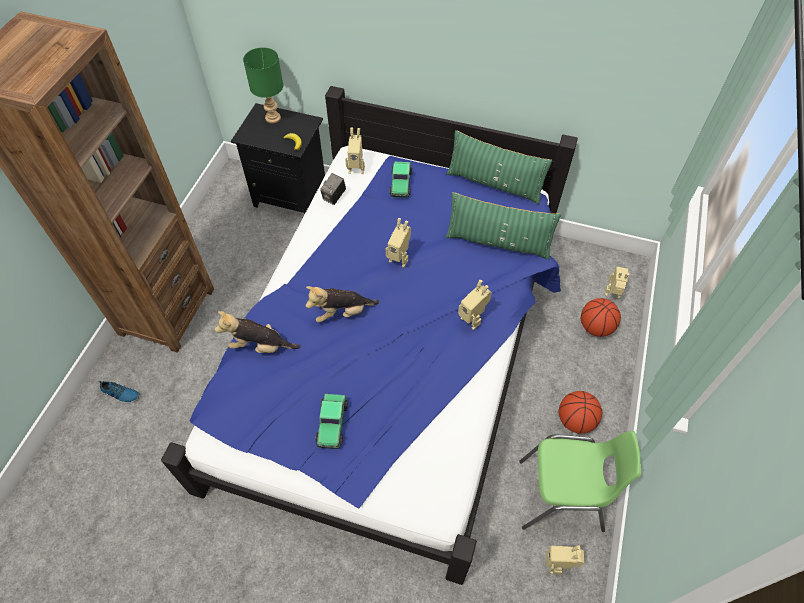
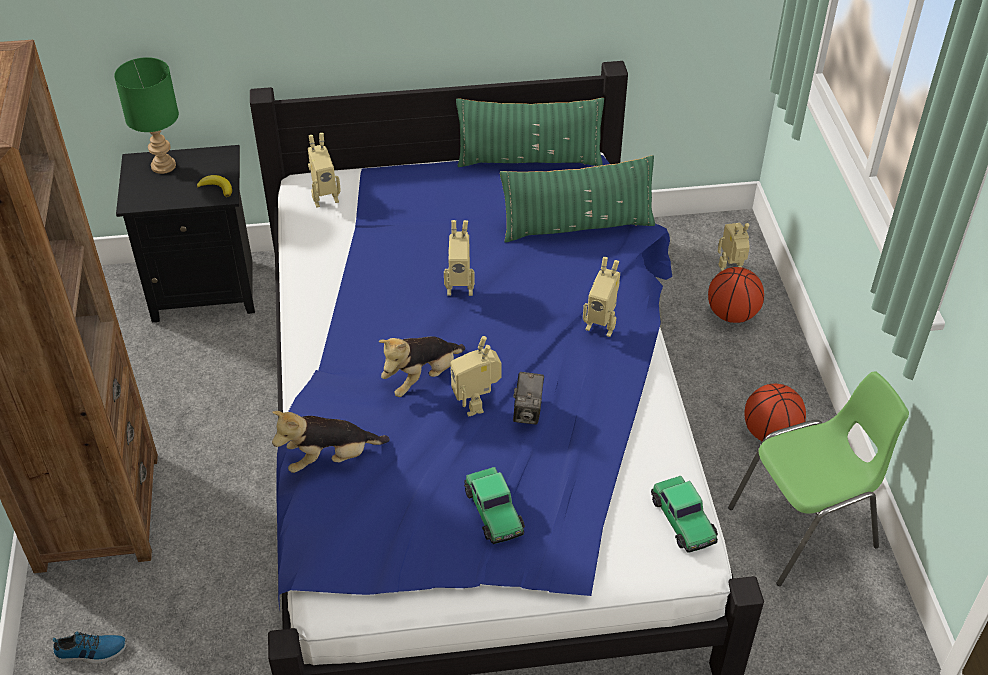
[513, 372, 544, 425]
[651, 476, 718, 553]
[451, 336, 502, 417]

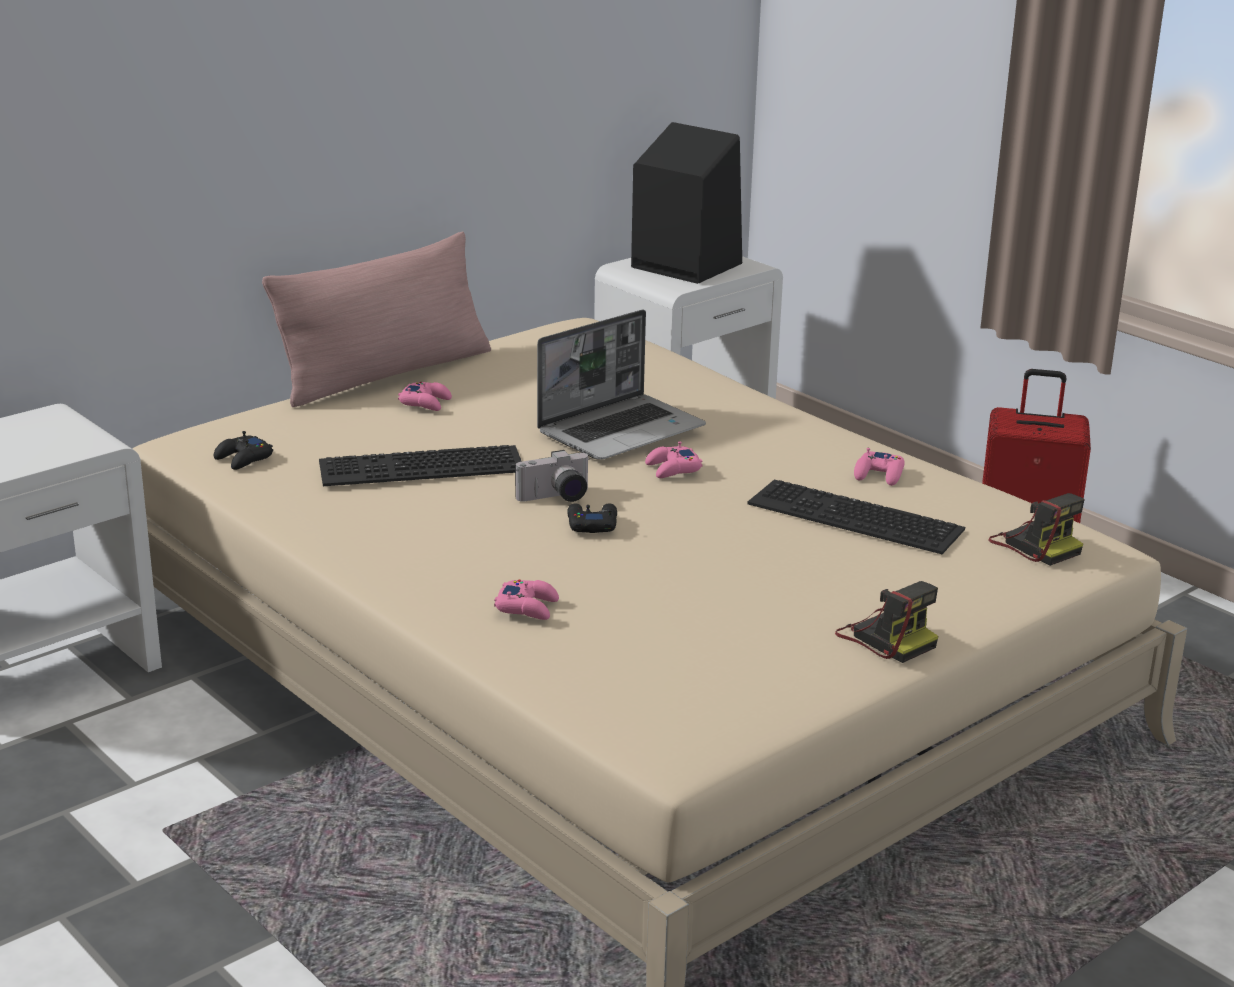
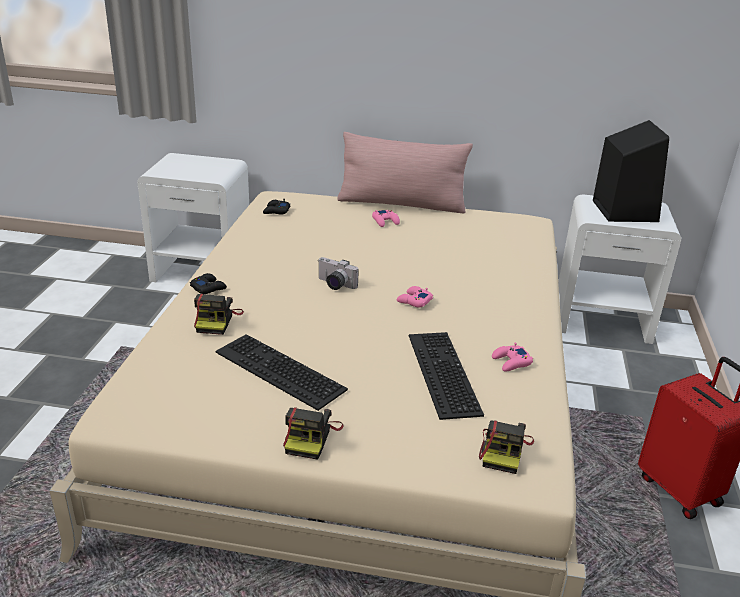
[537, 310, 706, 459] (first image)
[216, 334, 348, 411]
[190, 273, 227, 294]
[194, 294, 244, 335]

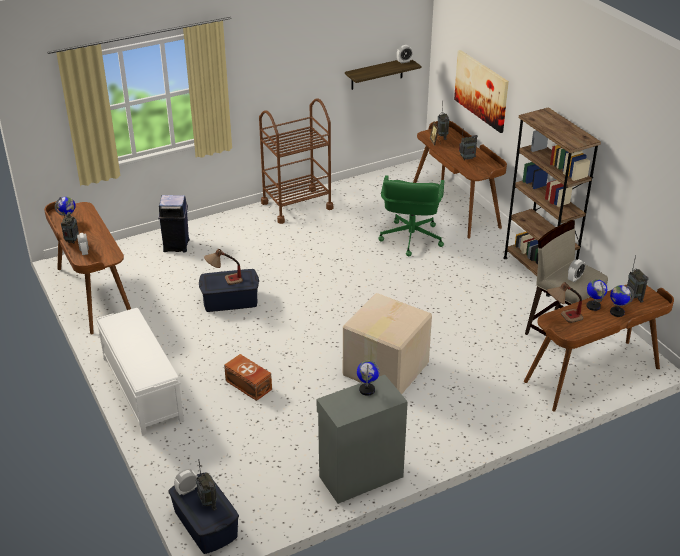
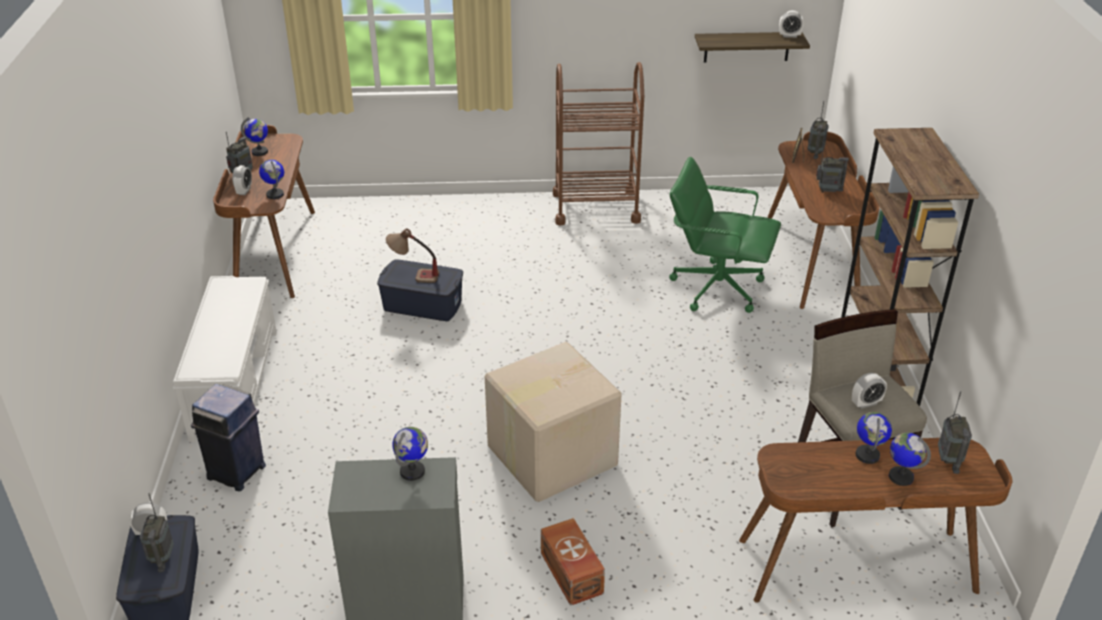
[454, 50, 509, 133] (first image)
[547, 282, 584, 323] (first image)
[259, 159, 284, 199]
[191, 384, 266, 491]
[541, 518, 605, 606]
[669, 157, 781, 313]

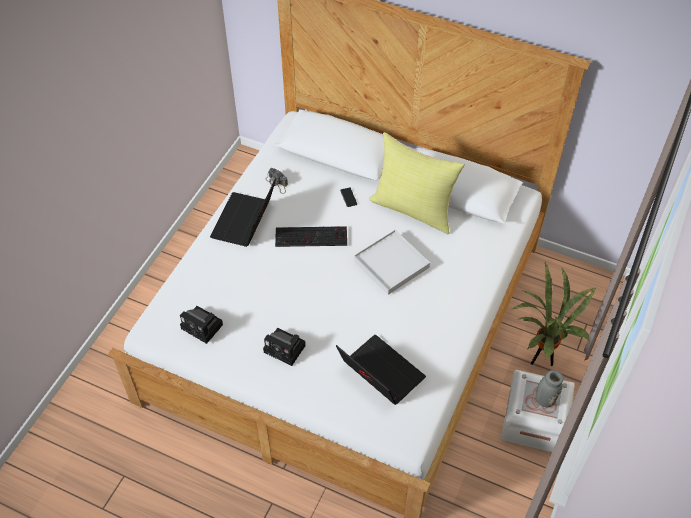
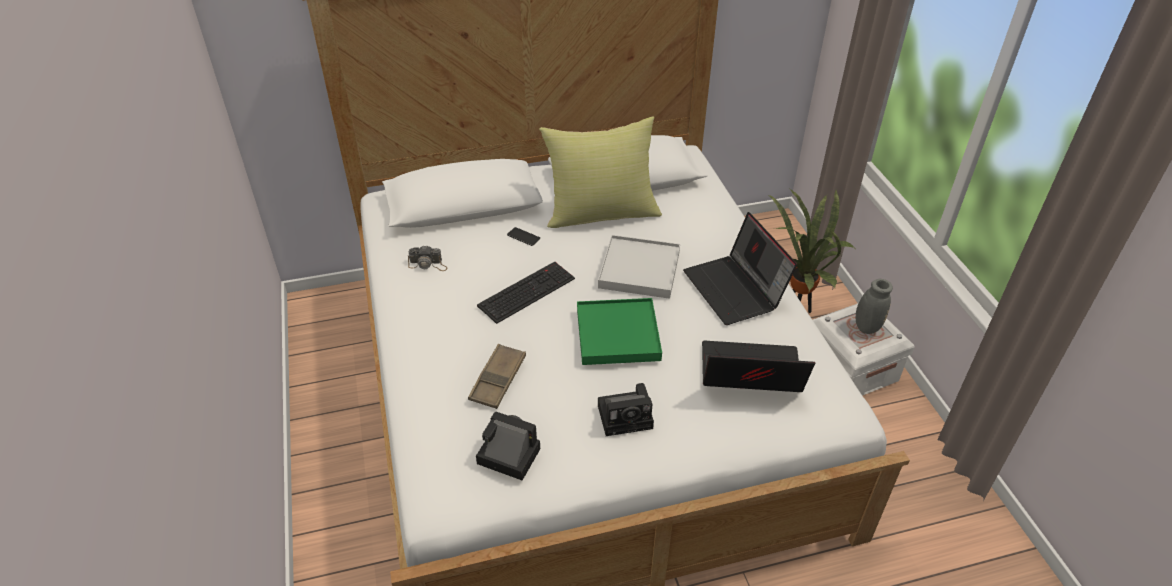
[468, 344, 526, 409]
[577, 298, 662, 365]
[683, 212, 797, 325]
[476, 411, 540, 480]

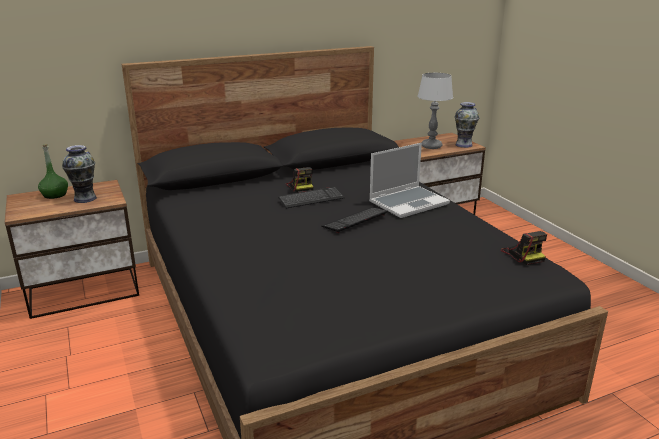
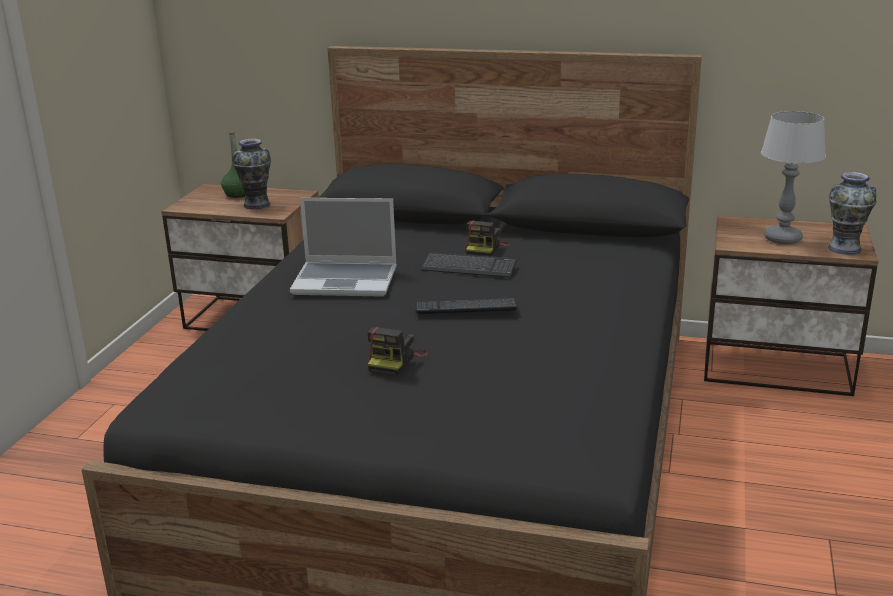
[290, 198, 397, 297]
[367, 327, 428, 376]

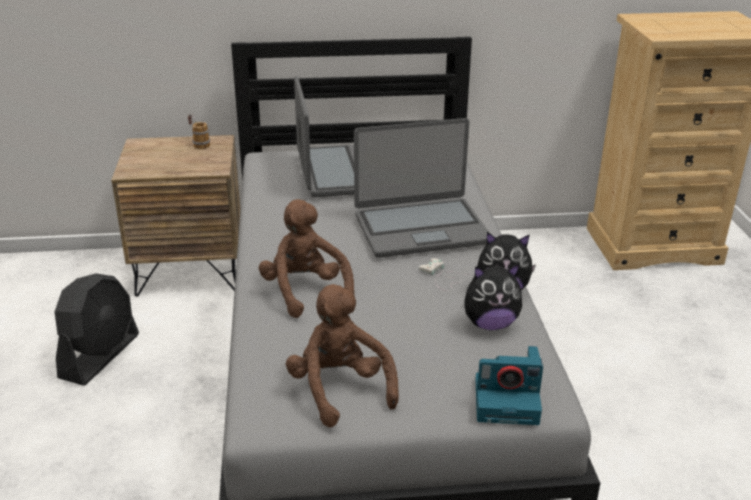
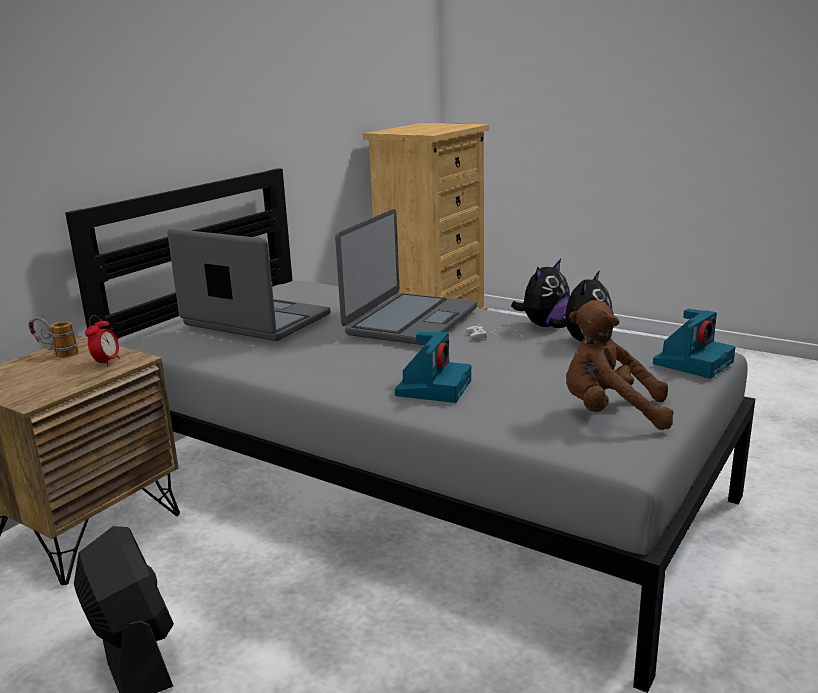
[85, 315, 120, 367]
[395, 332, 471, 403]

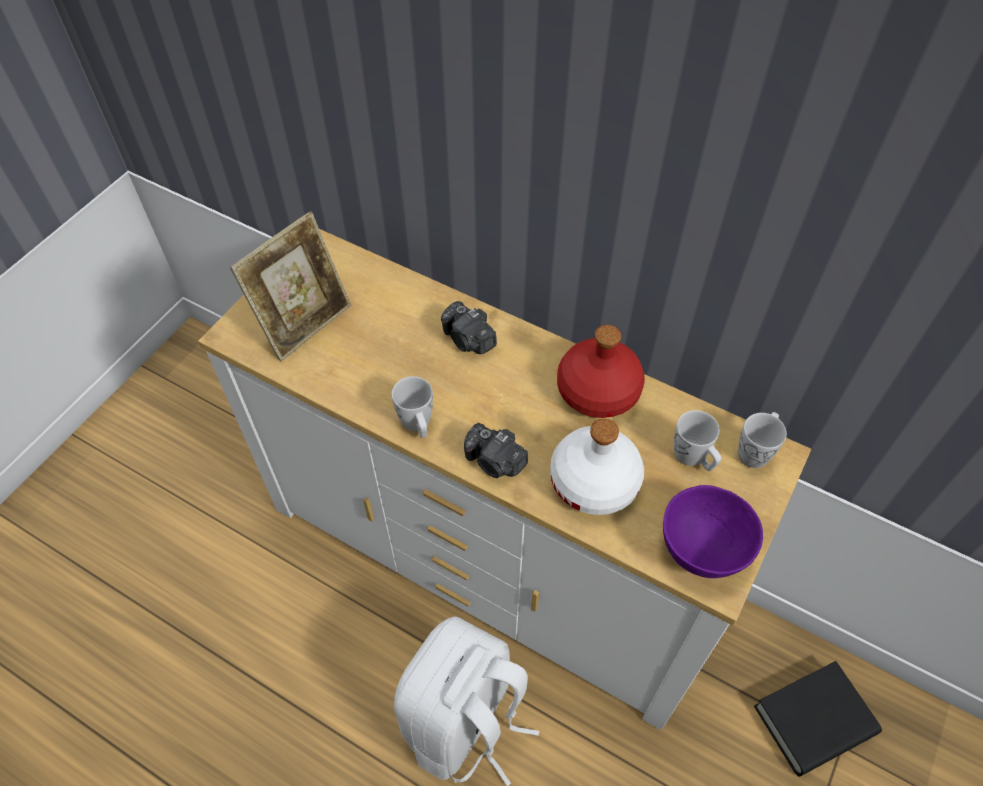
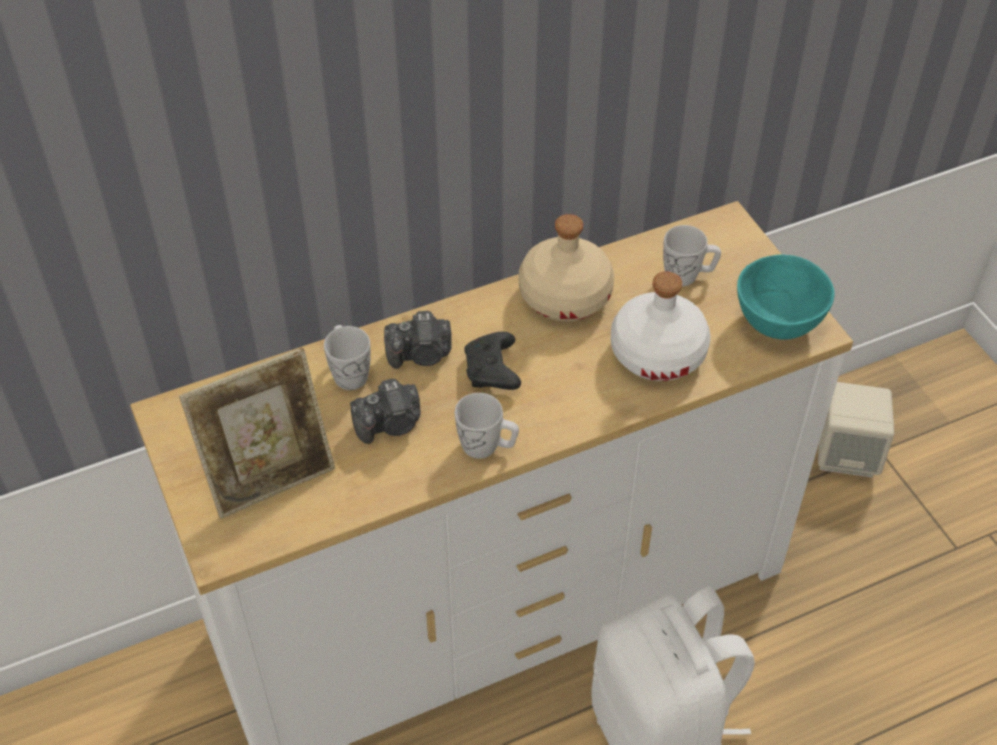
[464, 332, 521, 390]
[350, 379, 421, 444]
[324, 325, 371, 390]
[818, 382, 894, 477]
[518, 214, 614, 321]
[737, 255, 835, 340]
[179, 347, 335, 519]

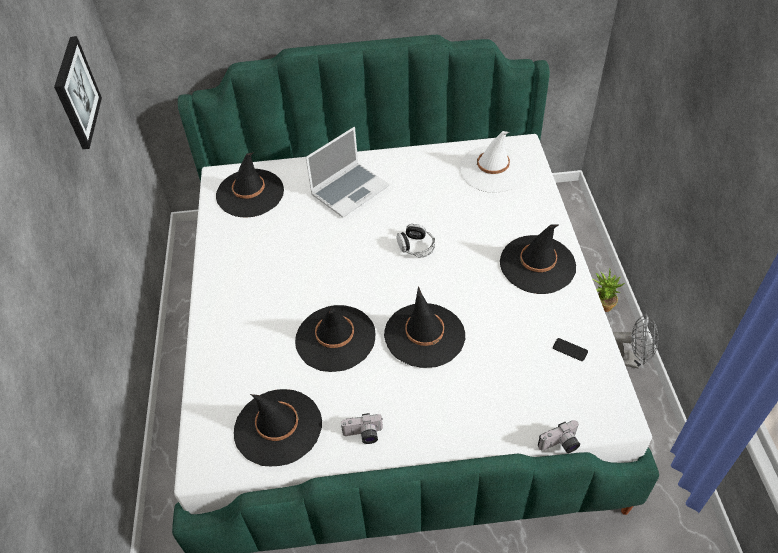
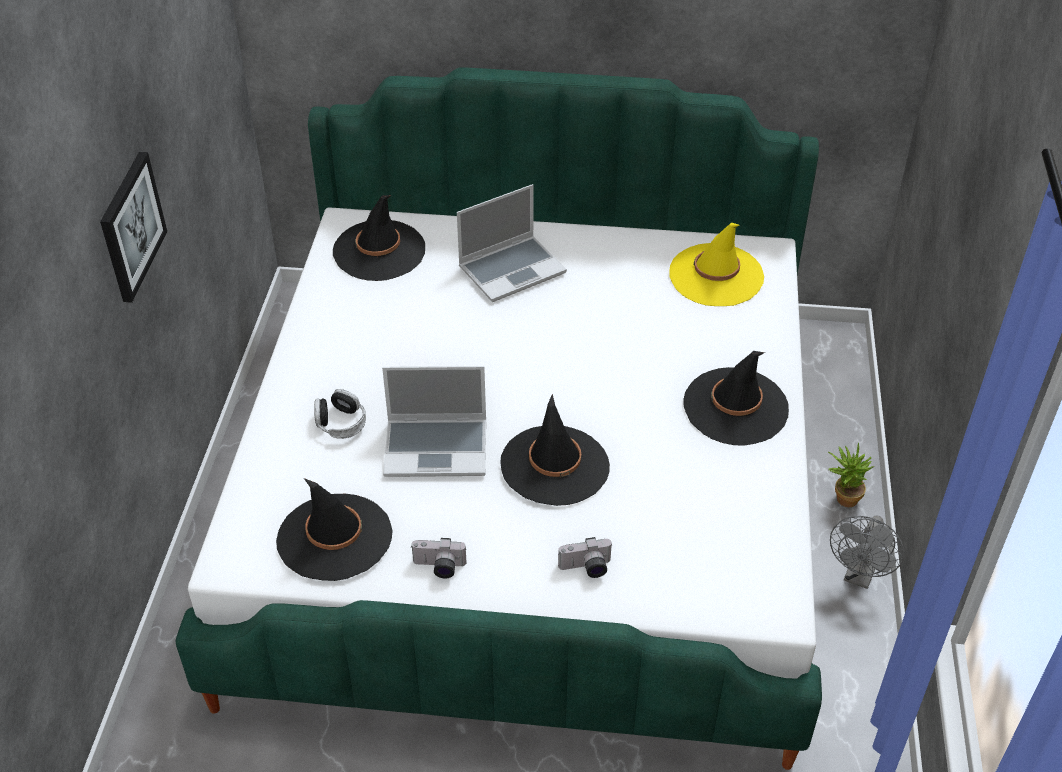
[553, 338, 588, 361] (first image)
[100, 152, 167, 303]
[314, 389, 366, 439]
[558, 537, 613, 578]
[382, 366, 486, 477]
[669, 223, 764, 306]
[830, 516, 904, 589]

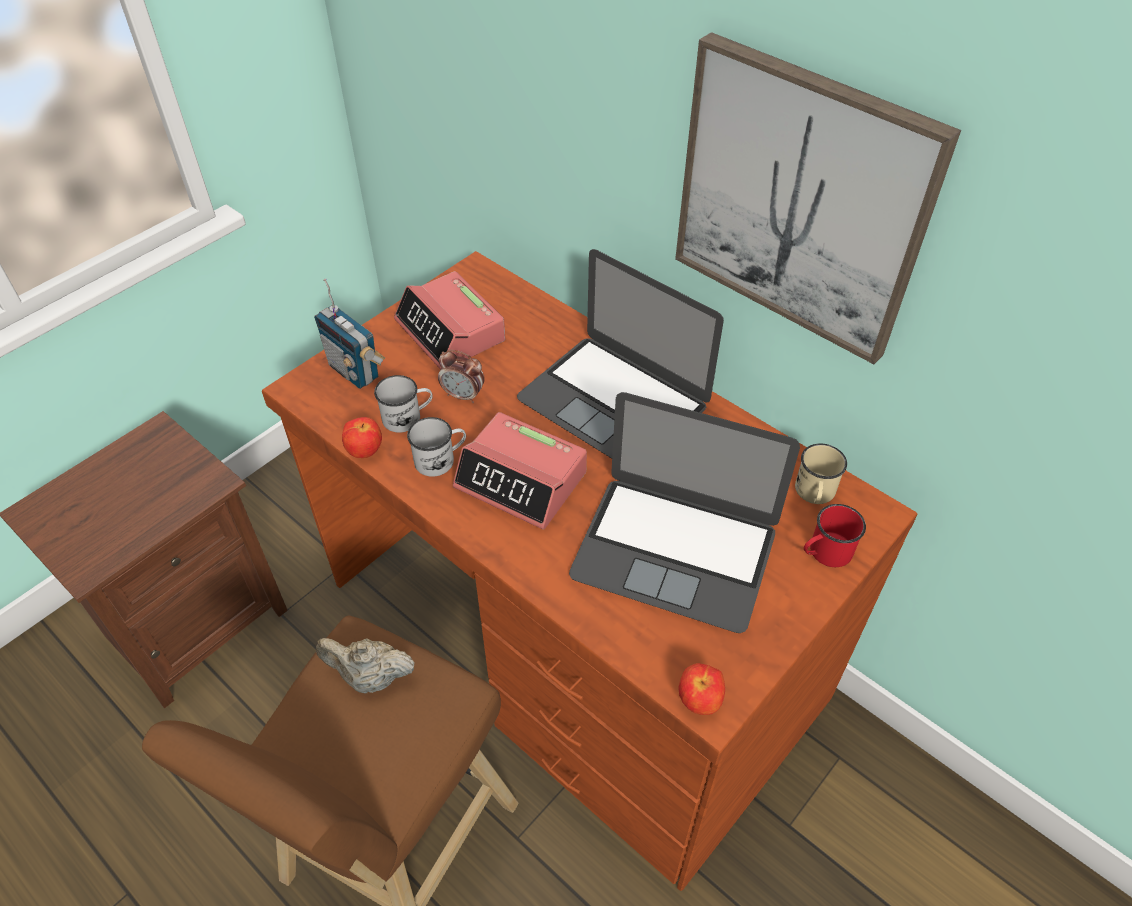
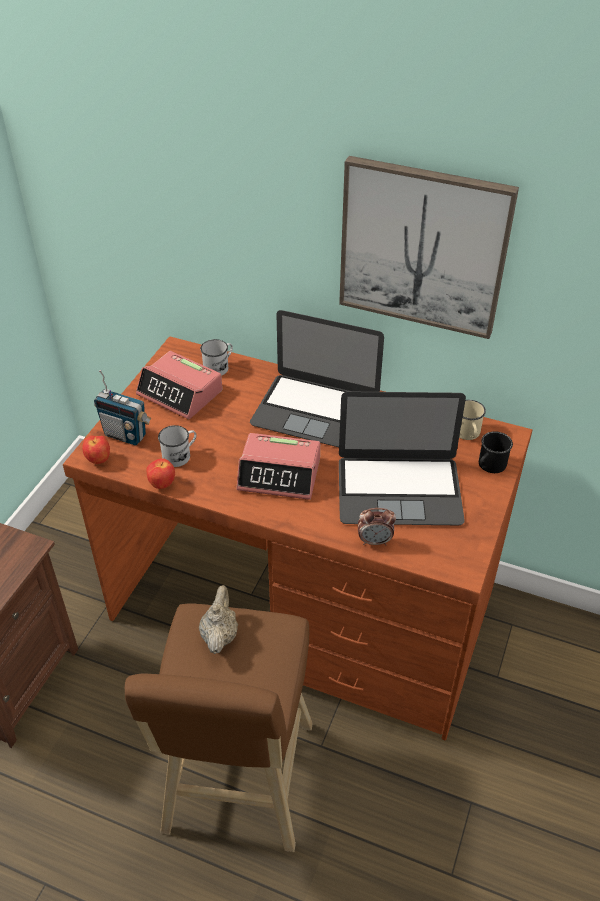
[200, 339, 233, 376]
[358, 508, 396, 545]
[82, 436, 110, 464]
[479, 431, 513, 473]
[199, 585, 238, 654]

